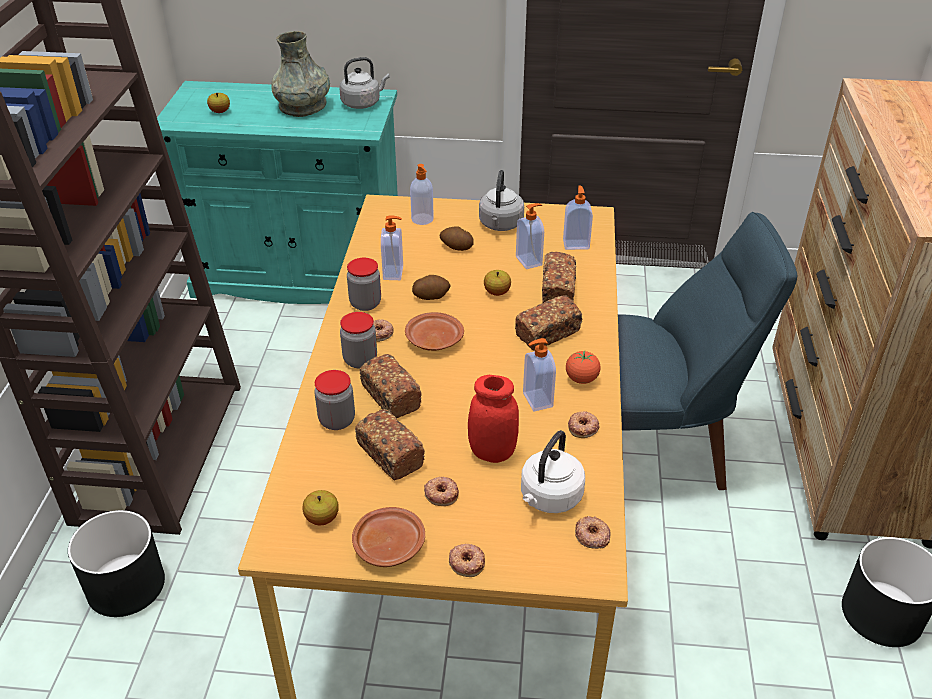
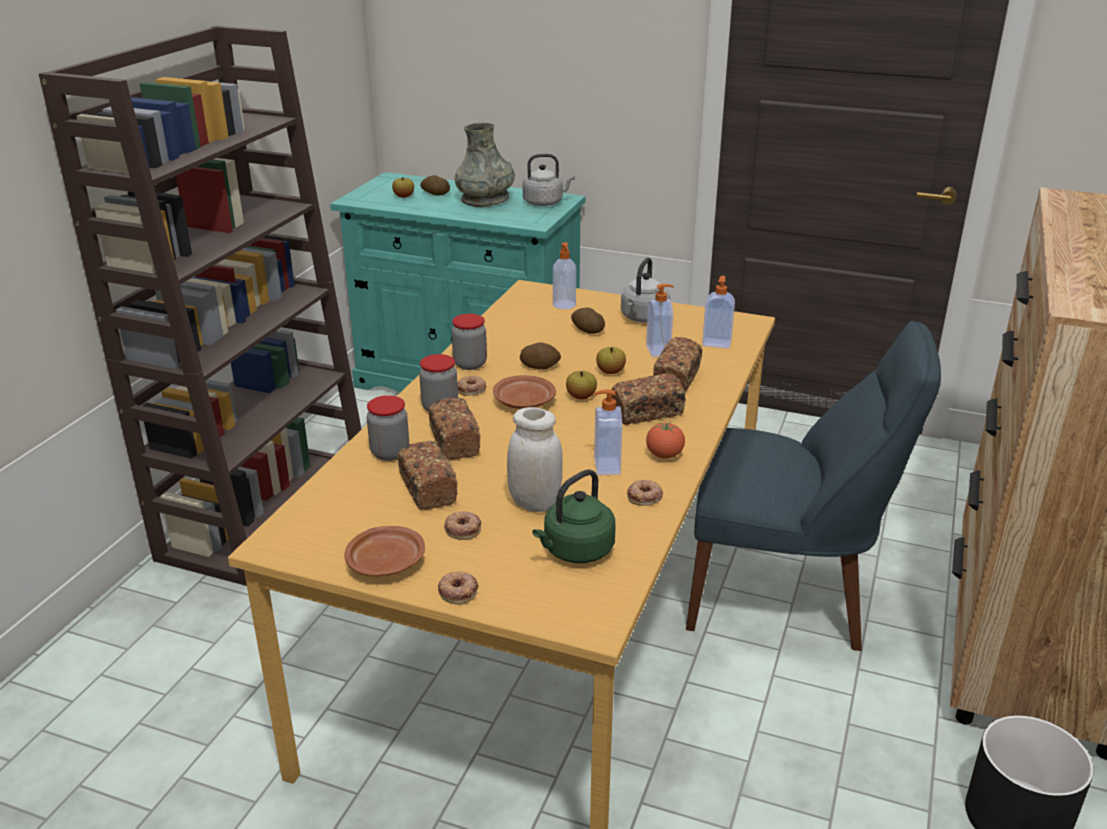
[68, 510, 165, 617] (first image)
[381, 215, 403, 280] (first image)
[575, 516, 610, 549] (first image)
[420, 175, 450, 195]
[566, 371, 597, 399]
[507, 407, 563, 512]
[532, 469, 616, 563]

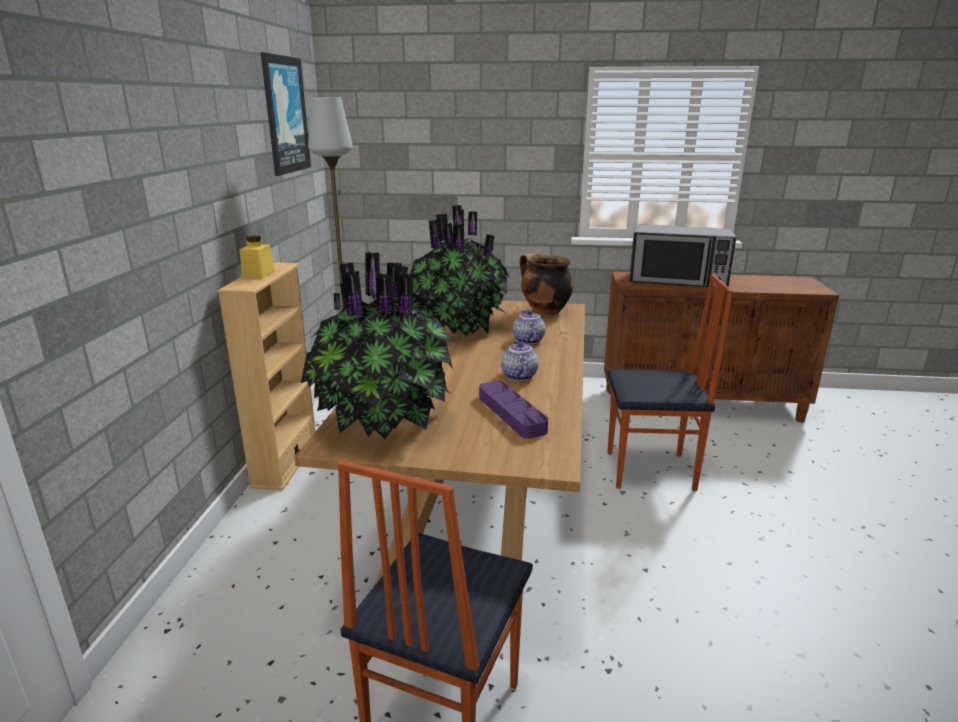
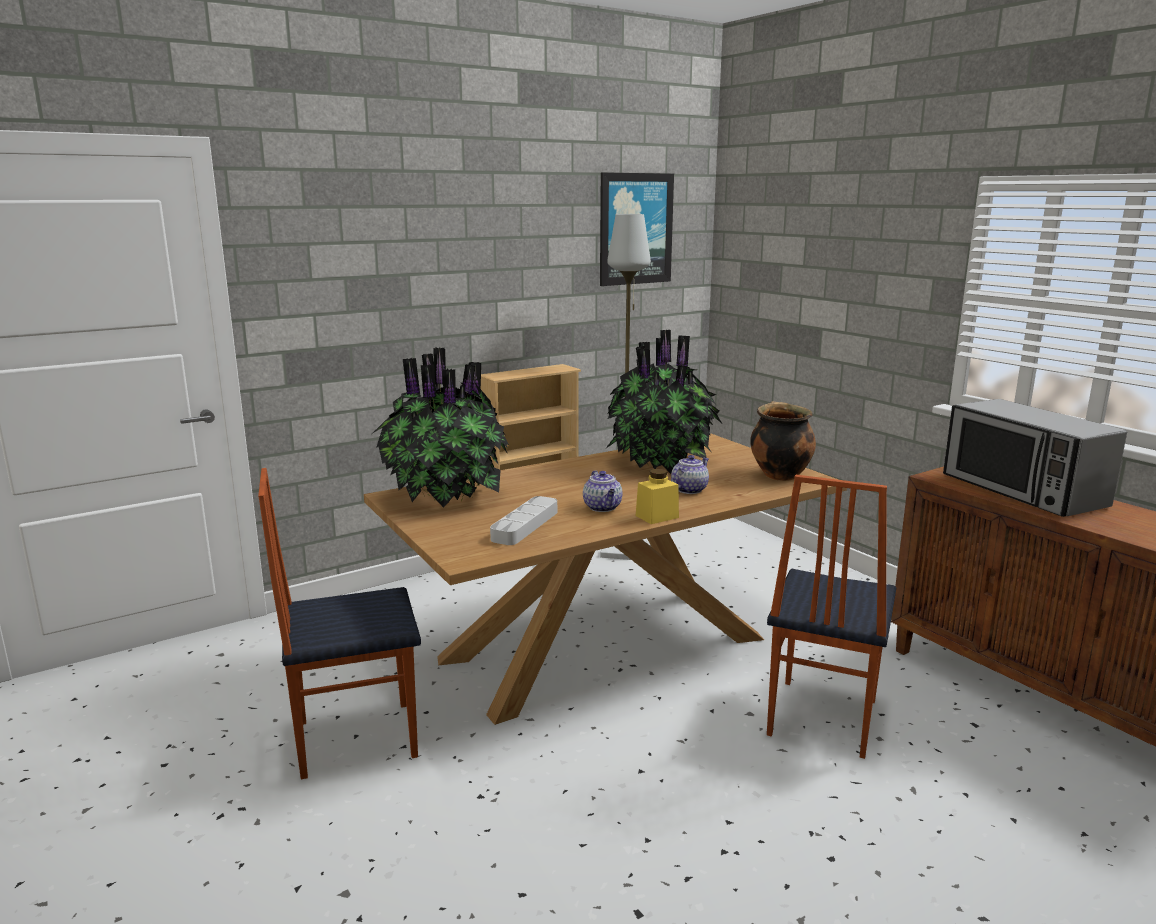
[636, 469, 679, 524]
[490, 496, 557, 545]
[583, 470, 622, 512]
[767, 475, 896, 759]

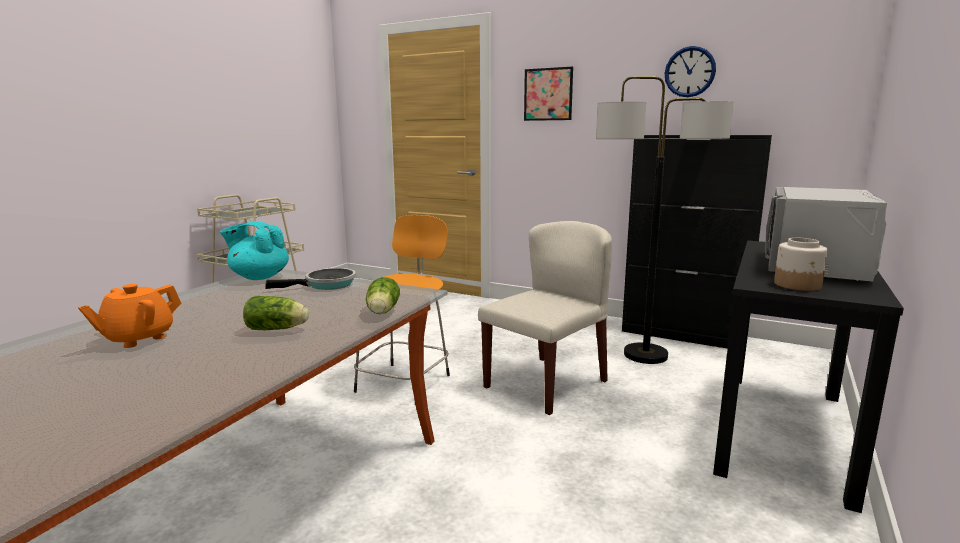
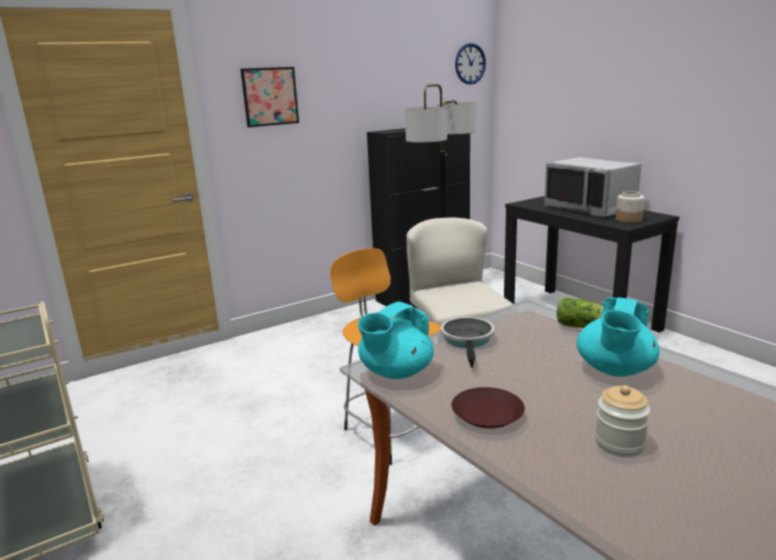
[452, 387, 525, 429]
[455, 43, 486, 85]
[595, 385, 650, 457]
[576, 297, 660, 377]

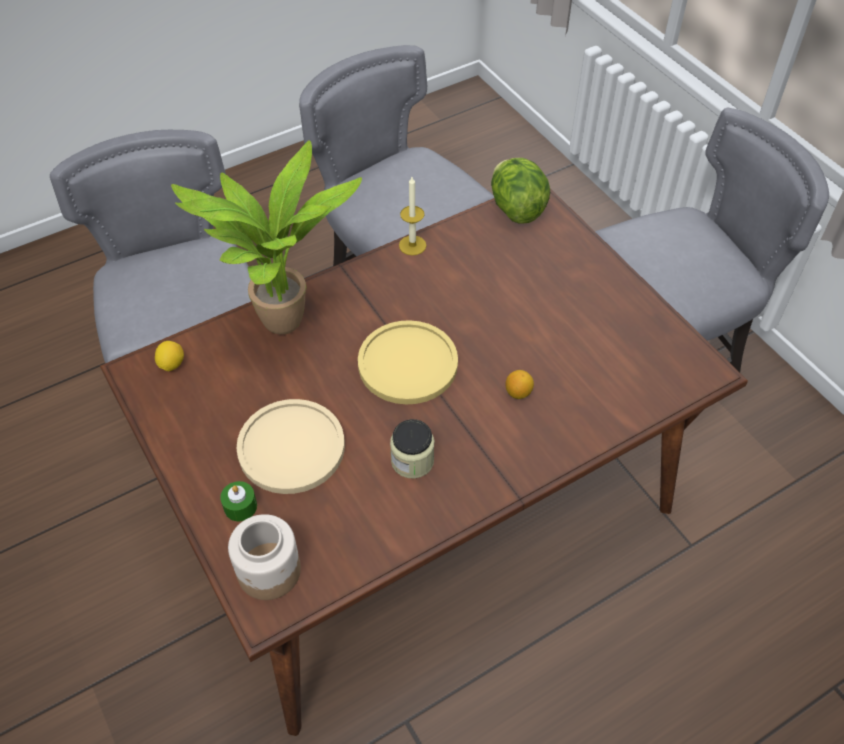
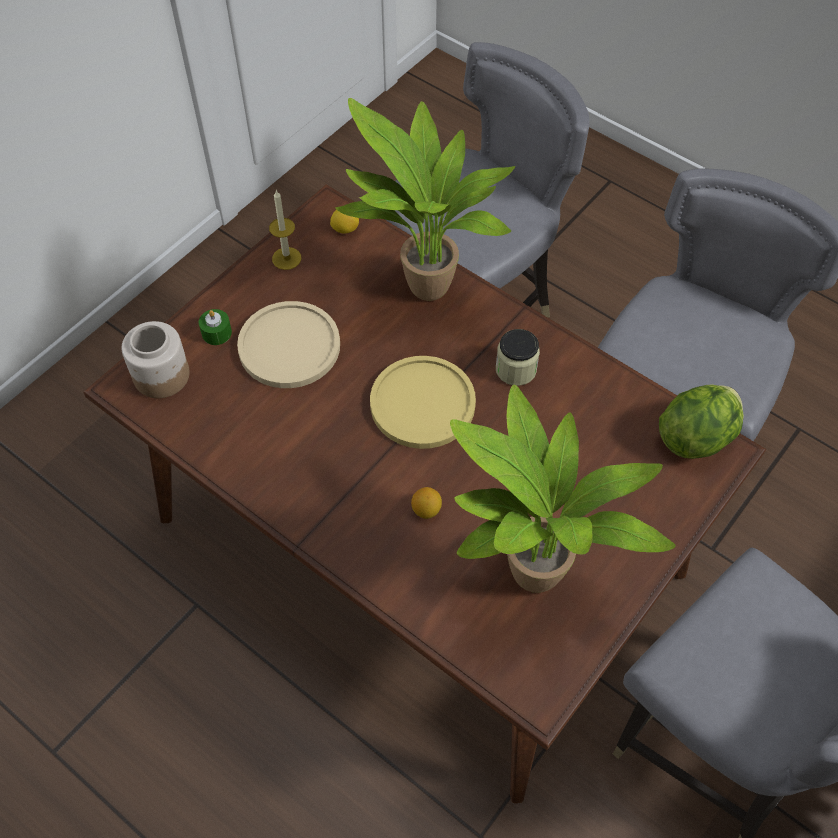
[450, 385, 676, 593]
[496, 329, 540, 386]
[269, 190, 302, 270]

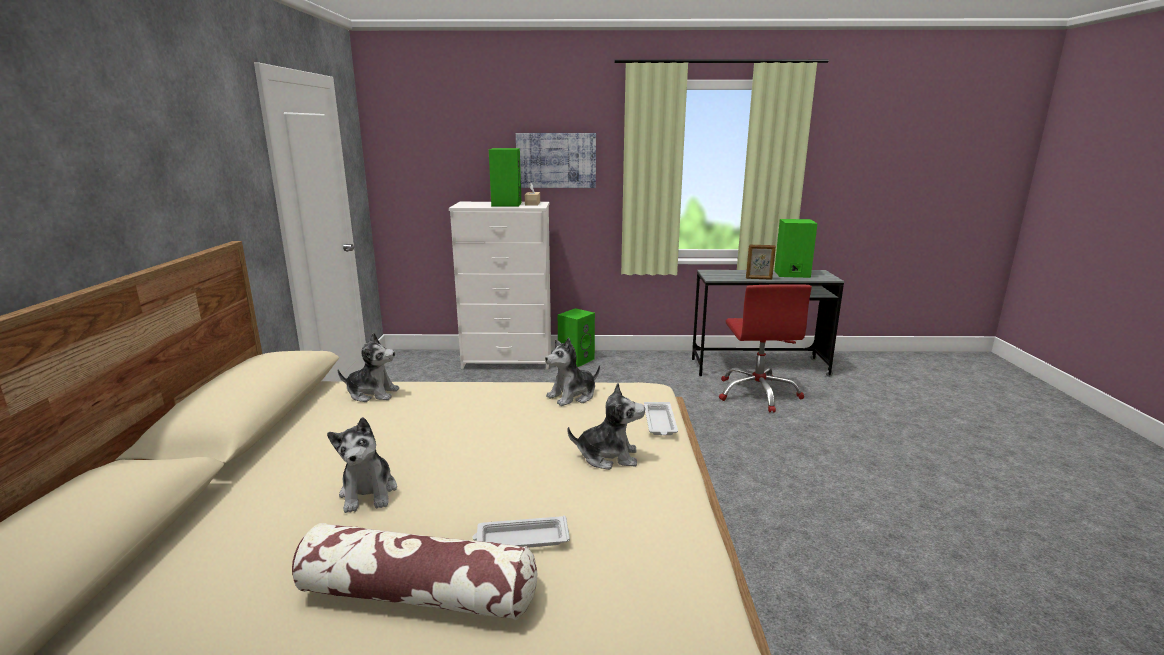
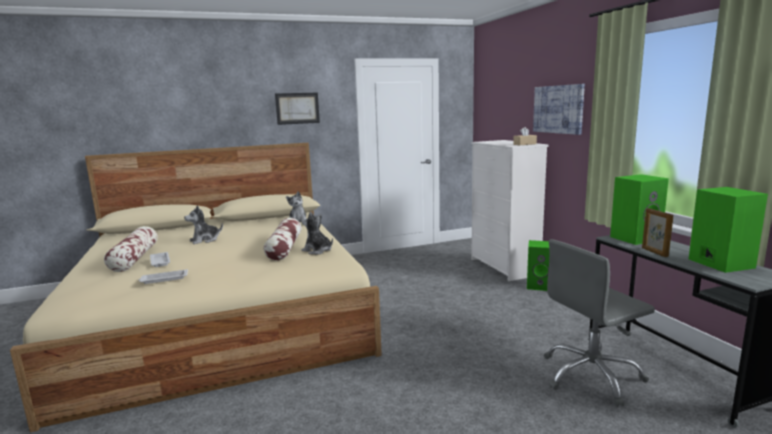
[567, 383, 645, 470] (first image)
[263, 218, 301, 261]
[275, 93, 320, 125]
[610, 174, 669, 245]
[138, 269, 188, 284]
[544, 239, 655, 407]

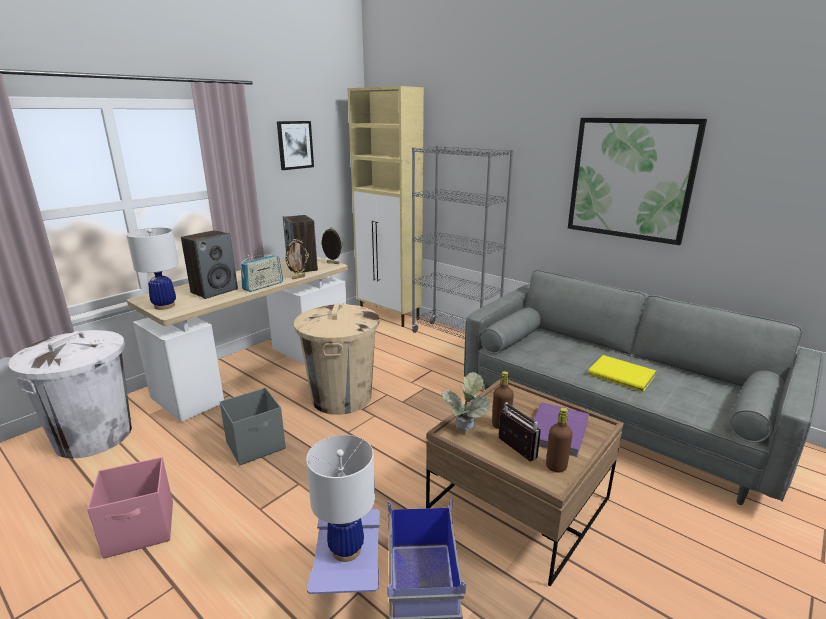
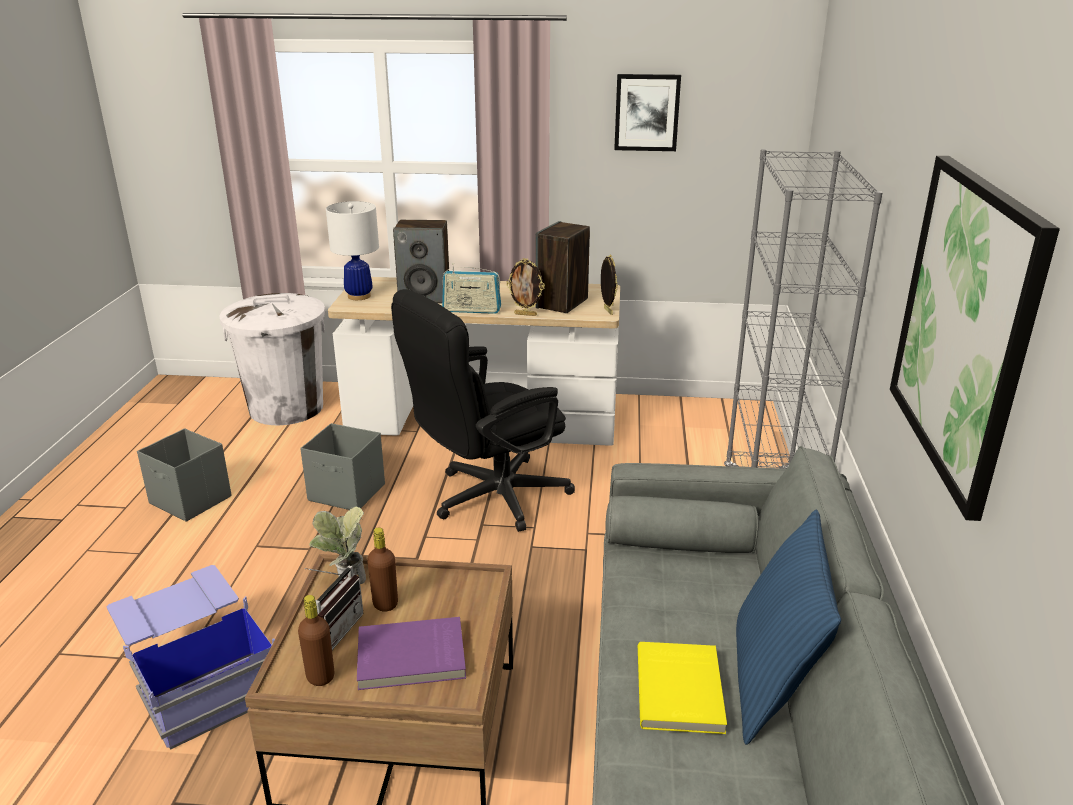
[306, 435, 375, 562] (first image)
[347, 86, 424, 327] (first image)
[736, 510, 841, 745]
[391, 289, 575, 532]
[137, 429, 231, 522]

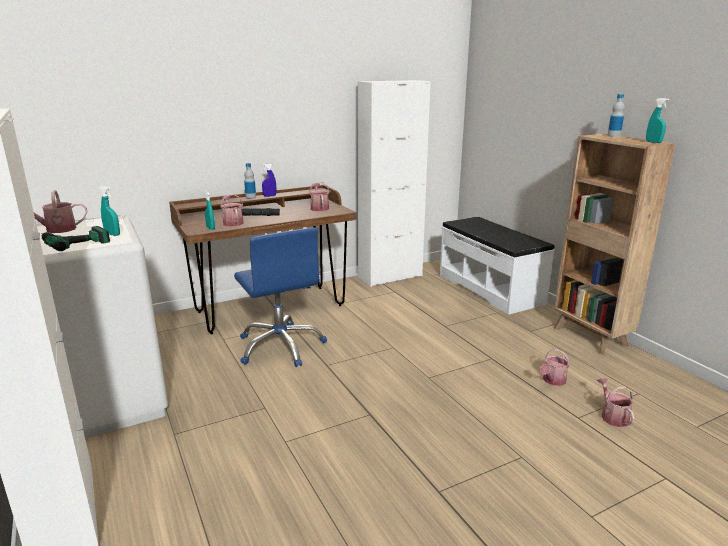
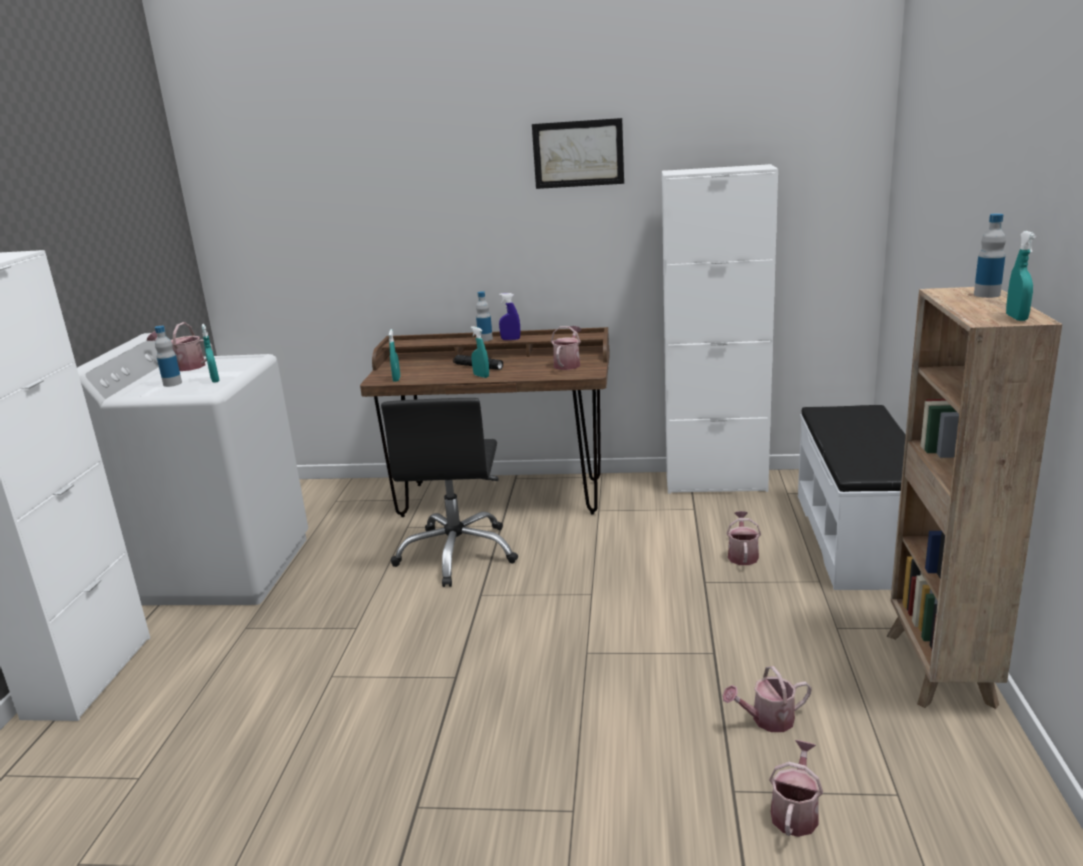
[471, 326, 489, 378]
[532, 118, 624, 189]
[726, 511, 761, 565]
[155, 326, 182, 387]
[381, 398, 518, 587]

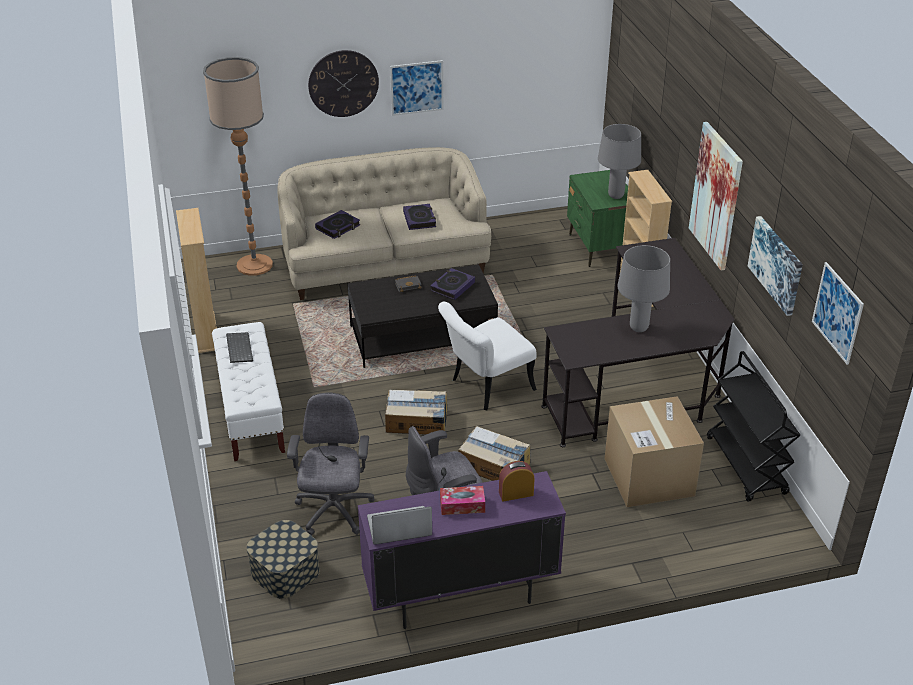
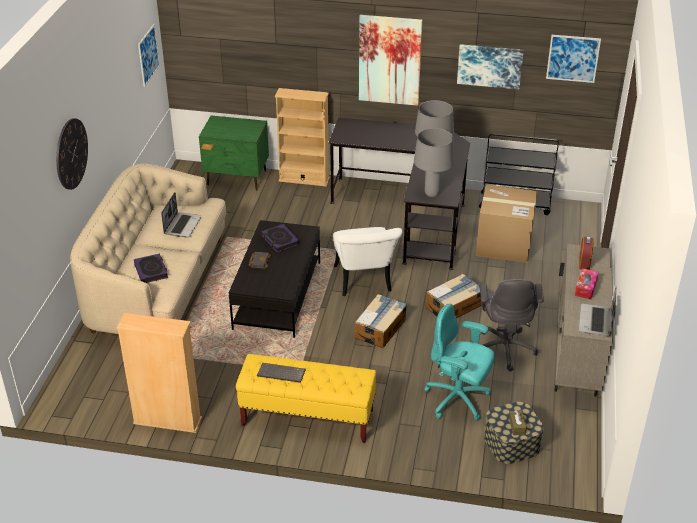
[203, 57, 273, 276] (first image)
[509, 410, 527, 435]
[138, 24, 160, 87]
[414, 128, 454, 197]
[161, 192, 202, 237]
[236, 354, 376, 443]
[425, 304, 495, 421]
[555, 244, 613, 397]

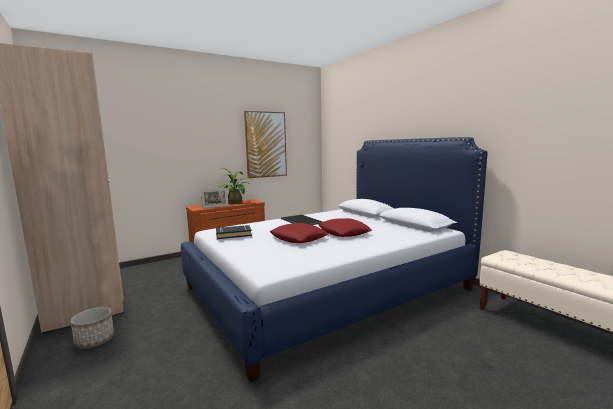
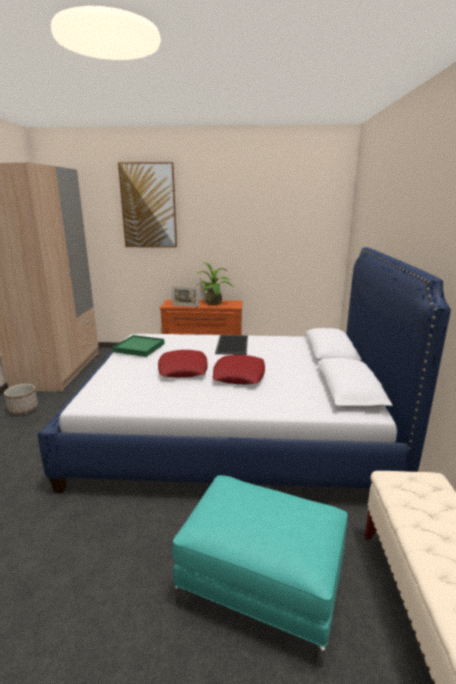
[173, 475, 347, 668]
[118, 162, 177, 248]
[113, 335, 165, 357]

